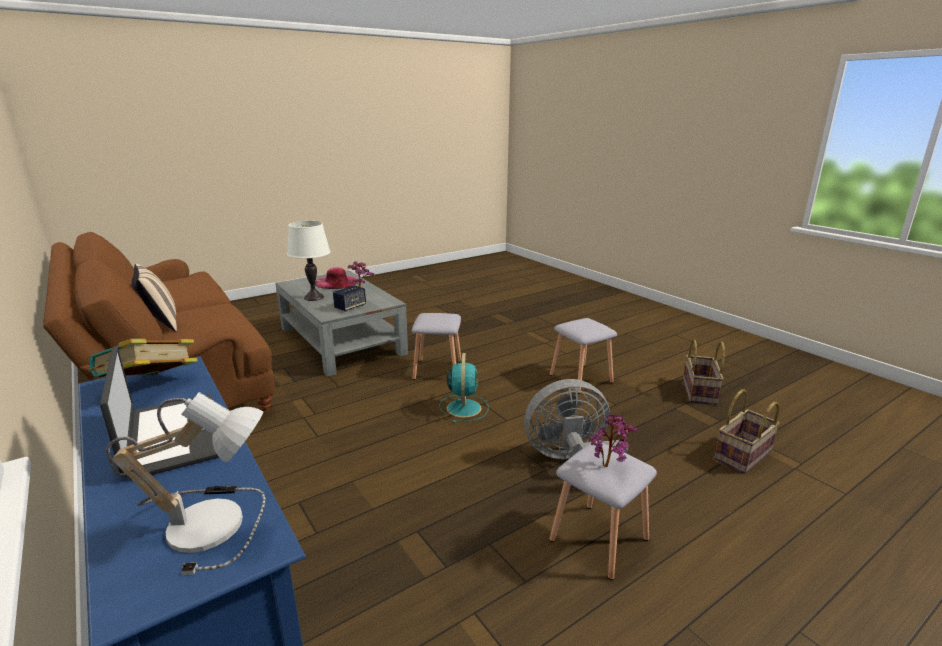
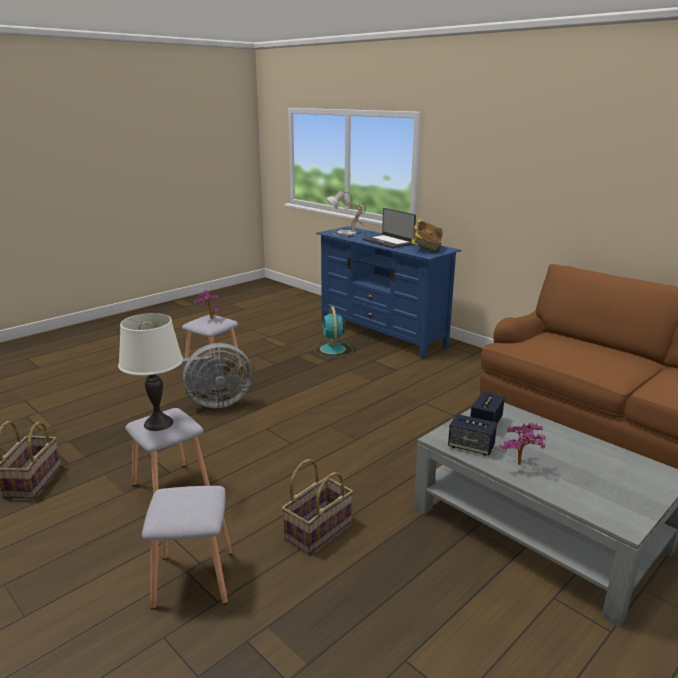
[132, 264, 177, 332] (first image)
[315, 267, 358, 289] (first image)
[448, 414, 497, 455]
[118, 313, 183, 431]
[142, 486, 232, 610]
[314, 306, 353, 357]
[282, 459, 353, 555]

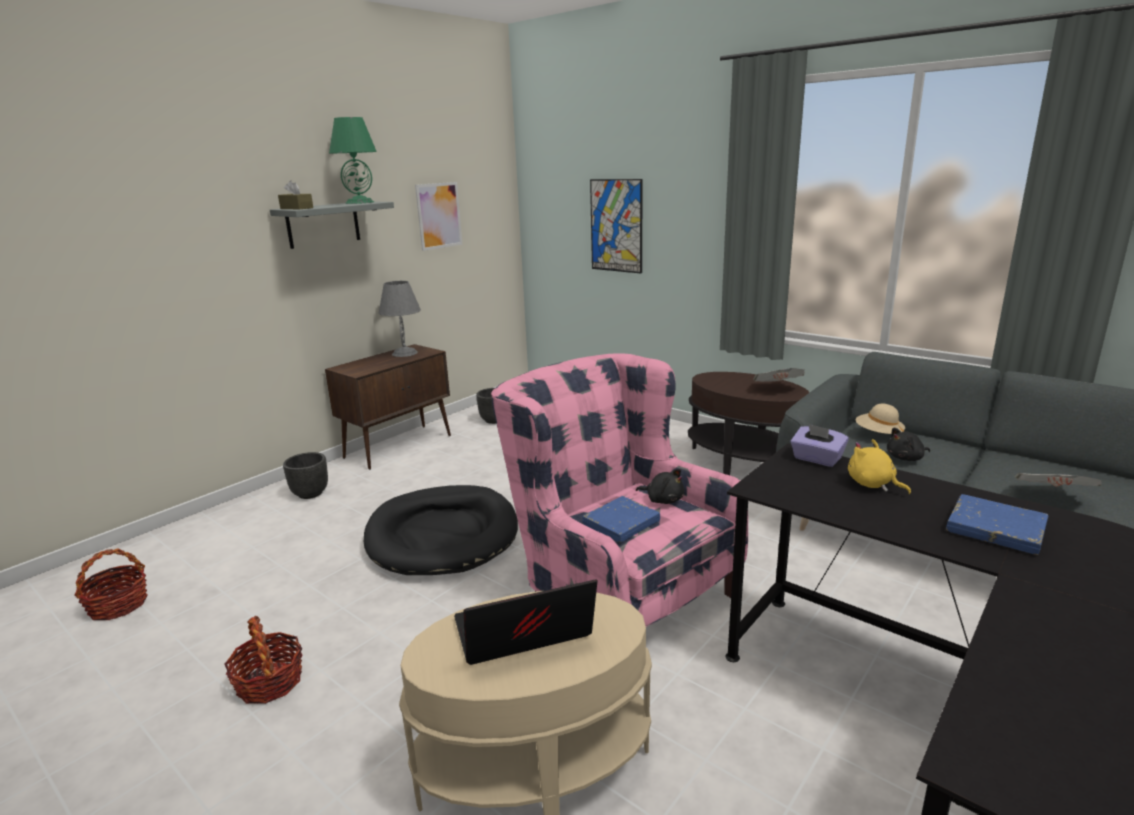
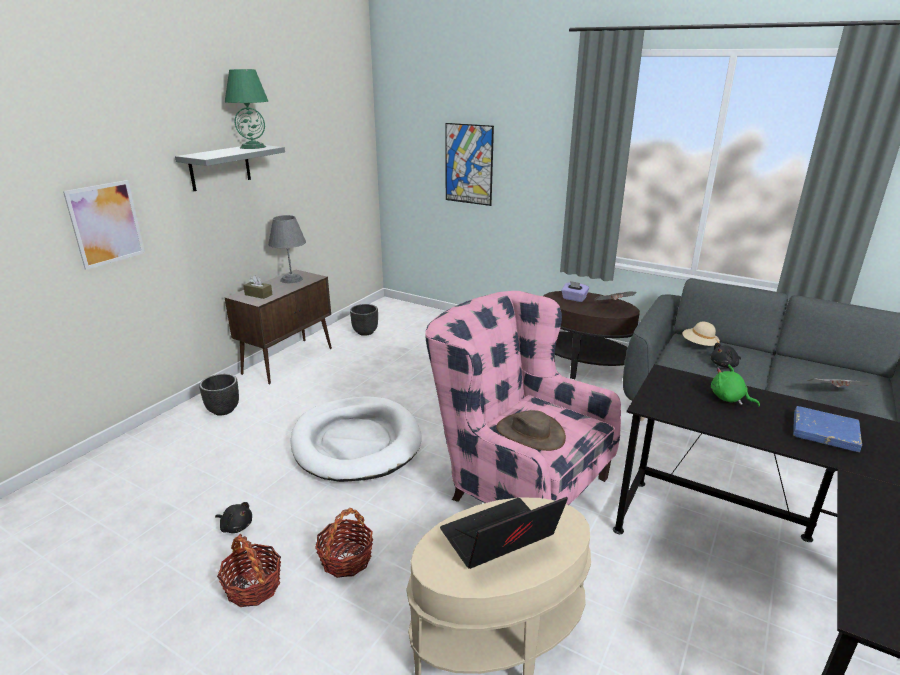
[315, 508, 373, 578]
[243, 275, 272, 299]
[63, 180, 145, 270]
[215, 502, 252, 533]
[561, 281, 589, 302]
[496, 410, 566, 451]
[290, 397, 422, 482]
[711, 365, 760, 407]

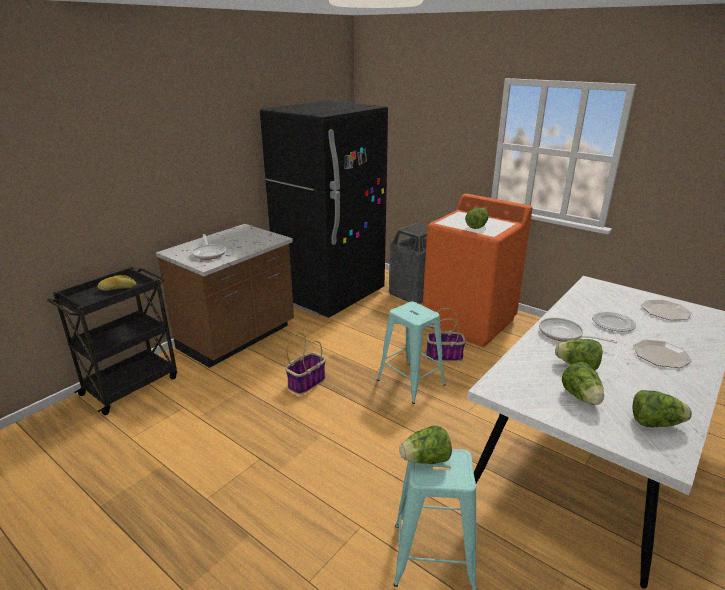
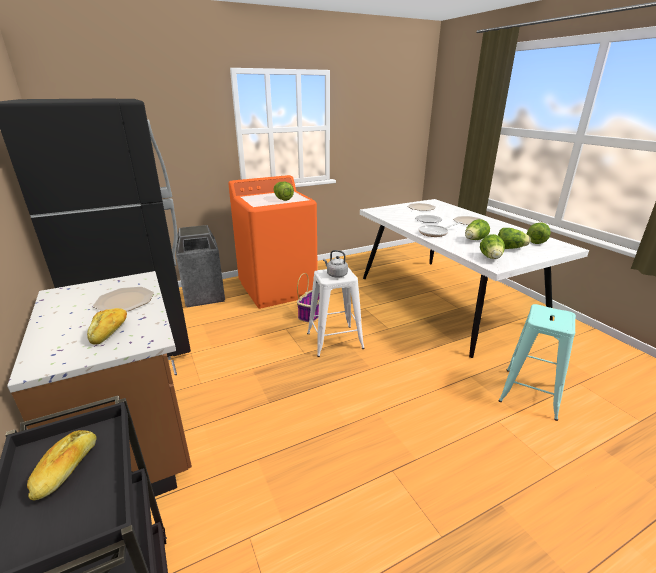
[285, 333, 326, 394] (first image)
[93, 287, 154, 312]
[323, 250, 348, 278]
[480, 234, 505, 259]
[87, 308, 127, 345]
[307, 268, 365, 357]

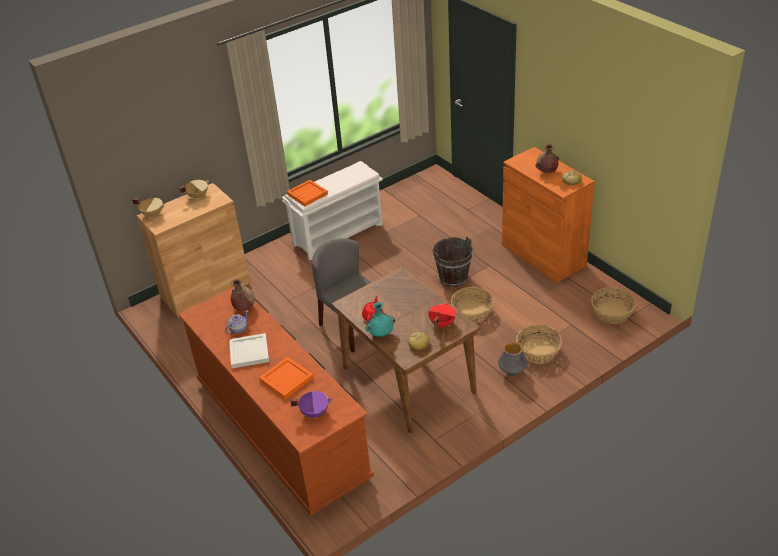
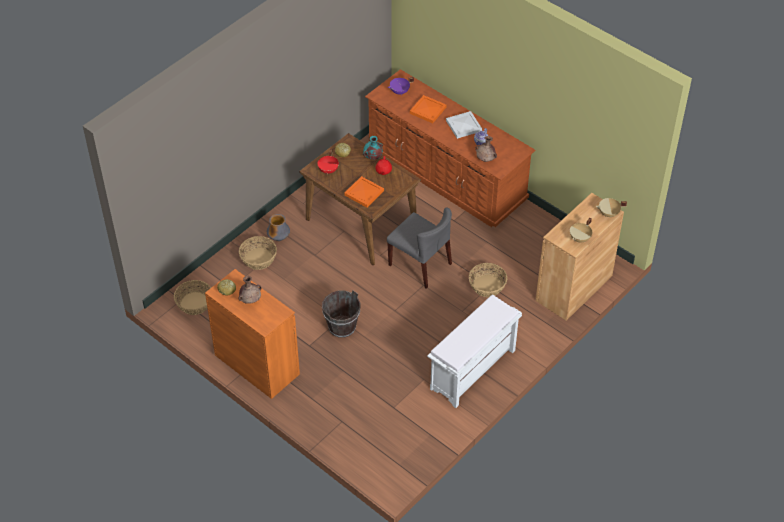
[344, 176, 384, 208]
[469, 263, 507, 297]

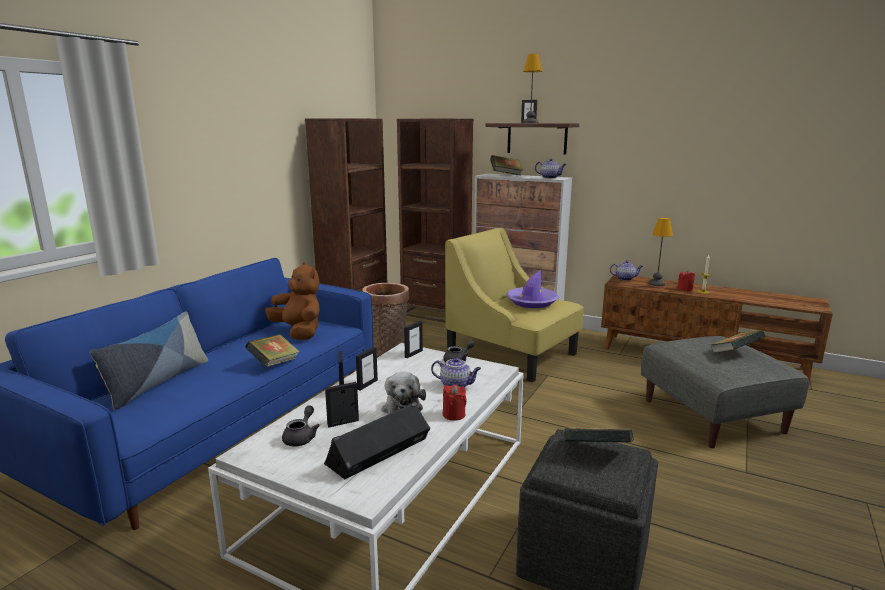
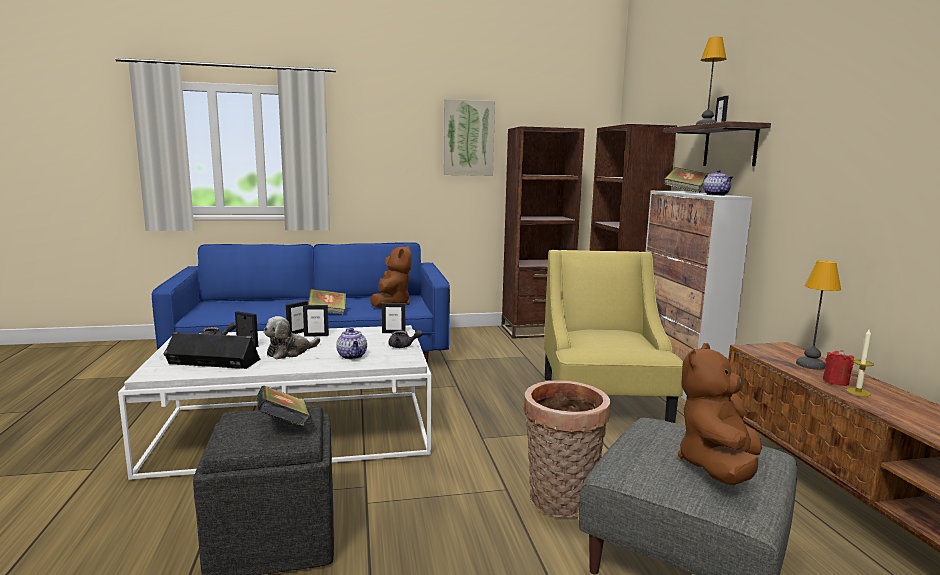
[90, 311, 208, 410] (first image)
[443, 385, 467, 421] (first image)
[506, 269, 559, 308] (first image)
[610, 260, 643, 281] (first image)
[444, 99, 495, 176]
[523, 380, 611, 518]
[678, 343, 762, 485]

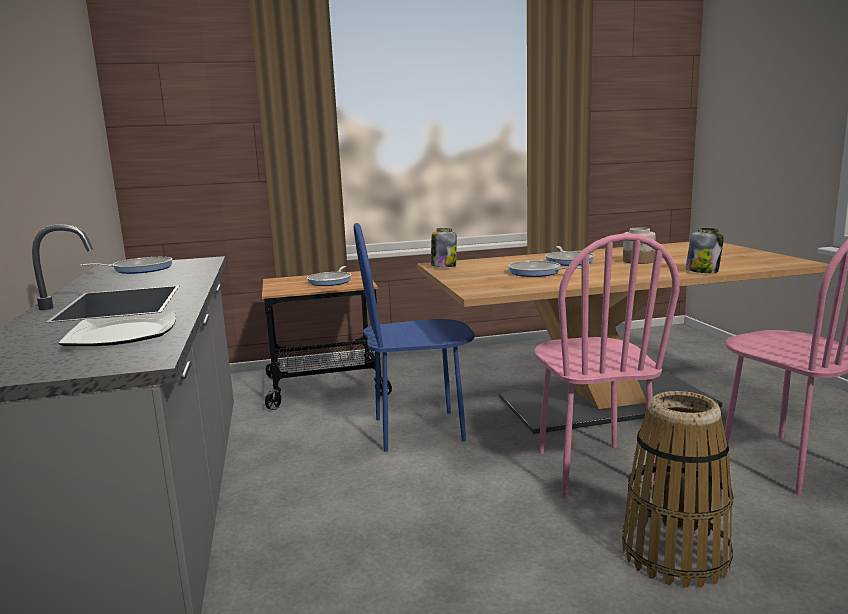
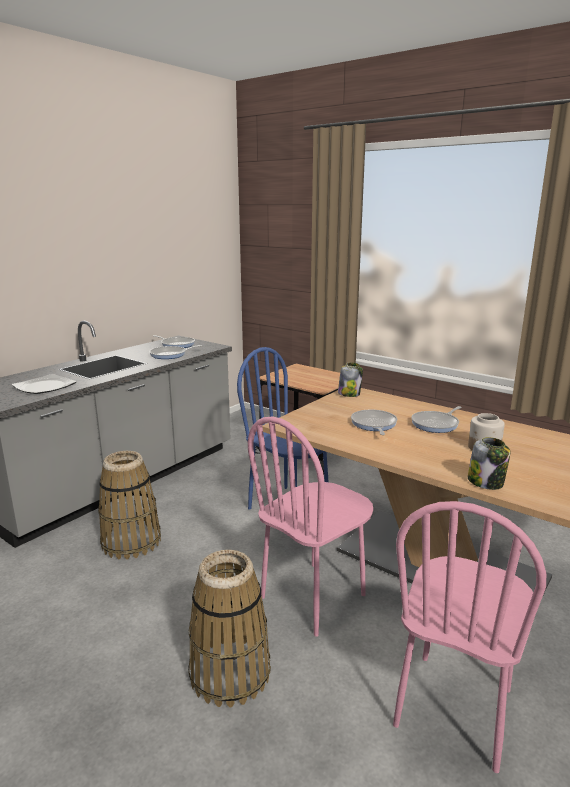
[98, 451, 161, 560]
[149, 345, 202, 359]

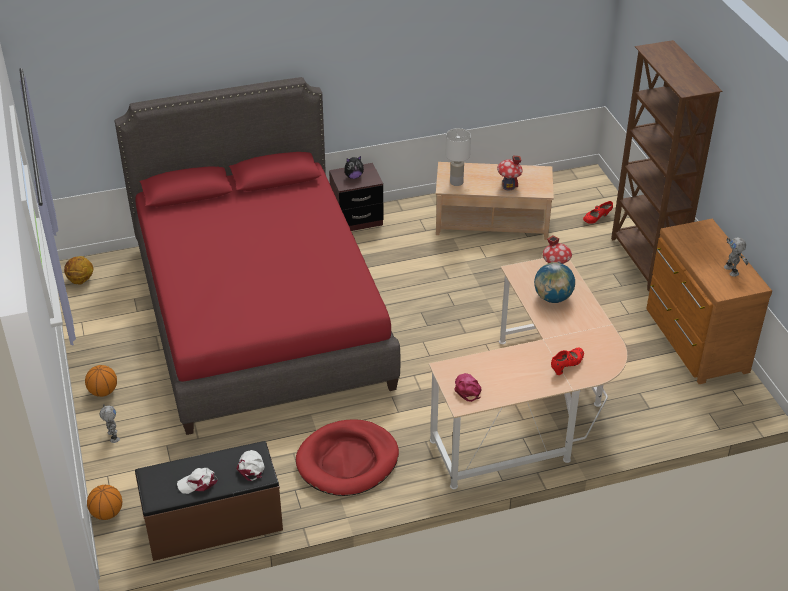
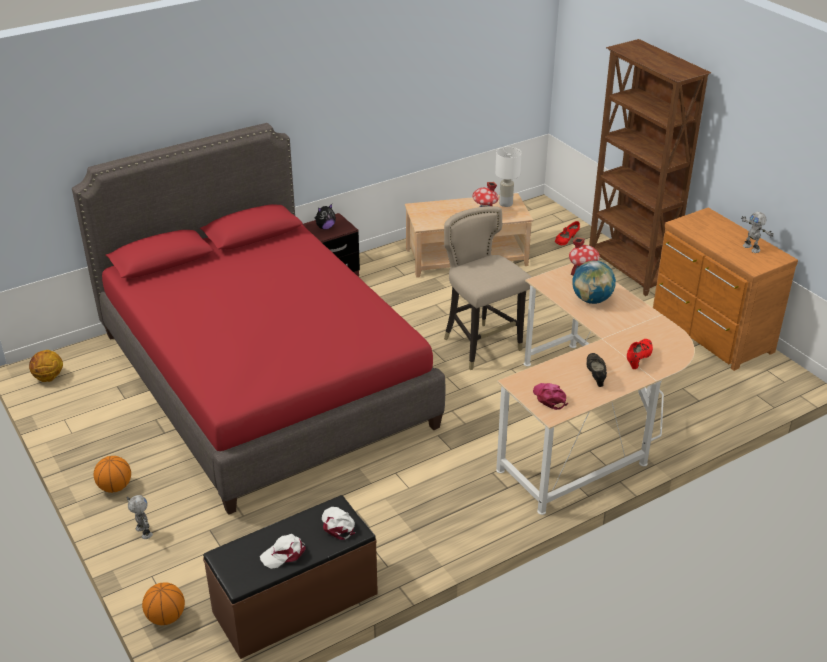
[296, 419, 399, 496] (first image)
[444, 206, 531, 370]
[586, 353, 607, 387]
[495, 147, 522, 207]

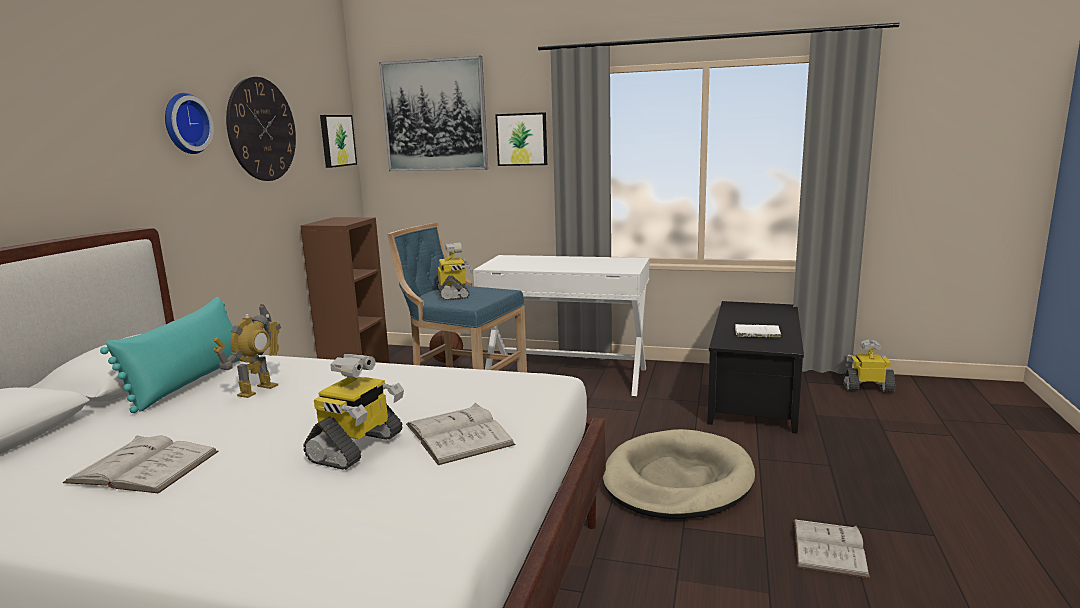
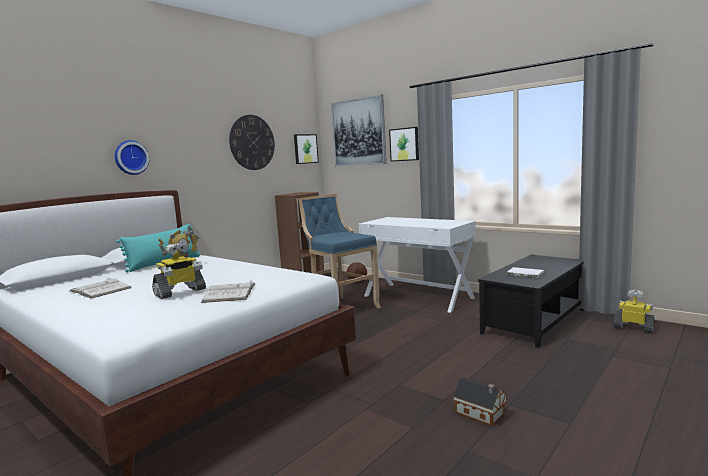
[436, 242, 474, 300] (first image)
[603, 429, 755, 519] (first image)
[115, 140, 149, 175]
[453, 377, 507, 426]

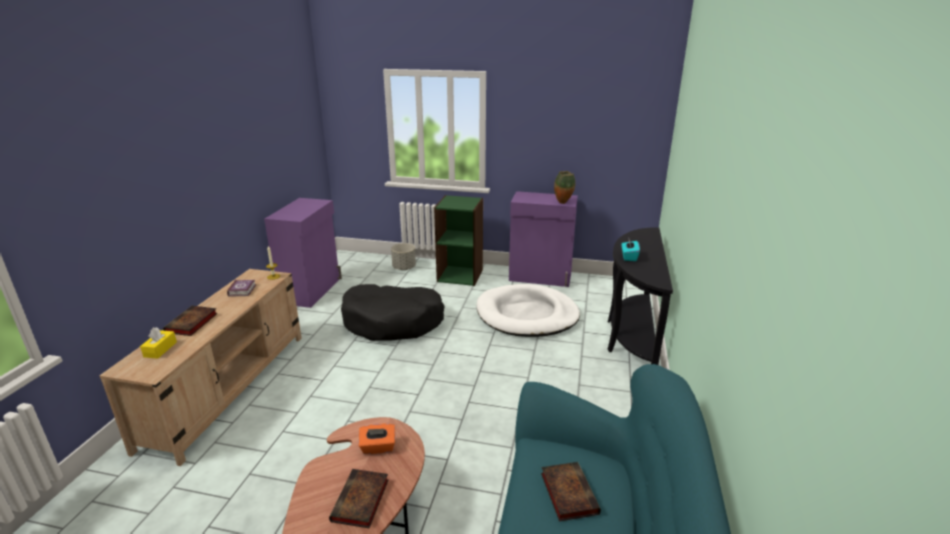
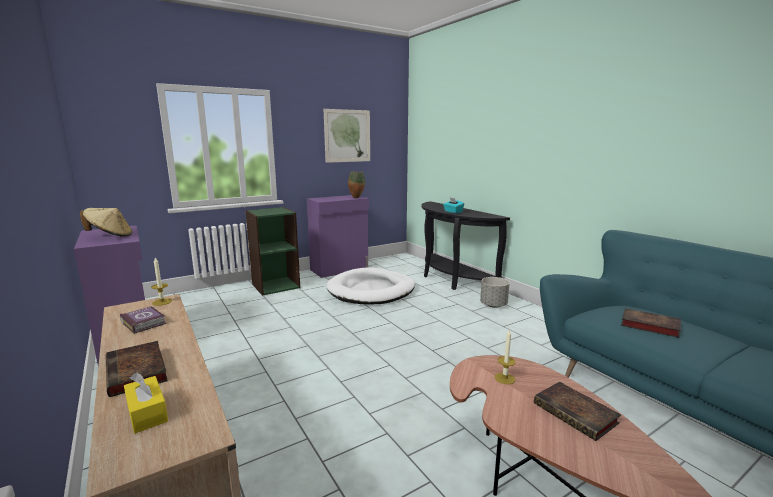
[341, 284, 445, 341] (first image)
[80, 208, 132, 237]
[324, 109, 370, 163]
[480, 277, 510, 308]
[495, 330, 516, 384]

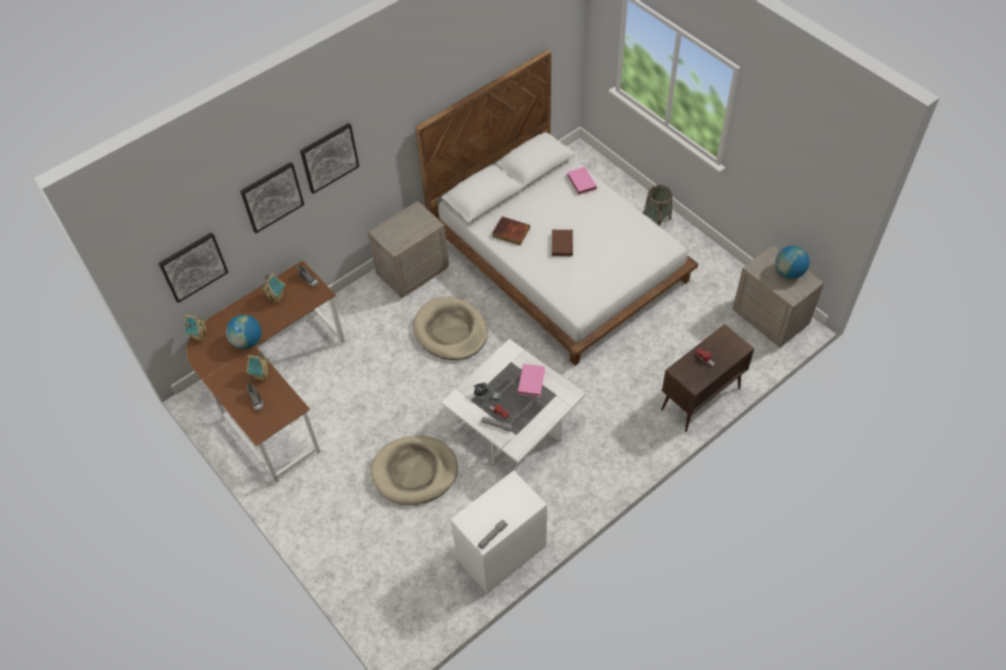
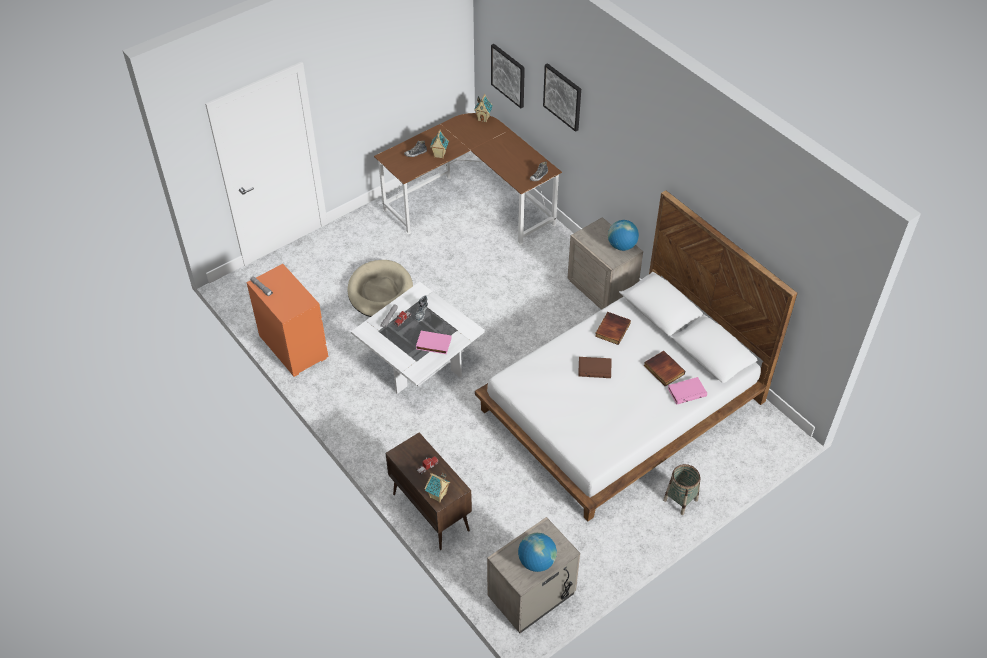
[300, 123, 359, 194] (first image)
[413, 296, 488, 360] (first image)
[644, 351, 685, 386]
[608, 220, 639, 251]
[425, 473, 450, 503]
[247, 264, 328, 377]

